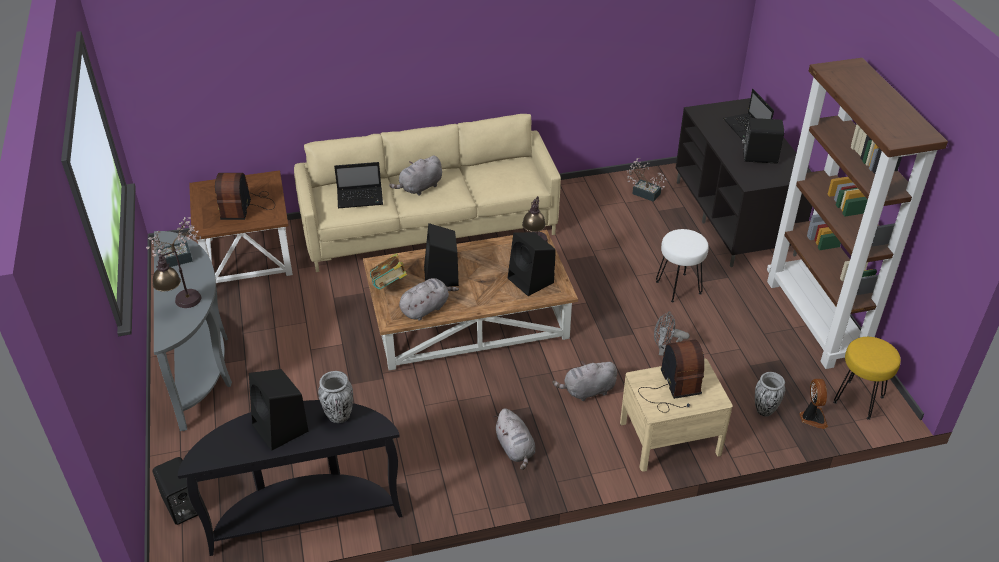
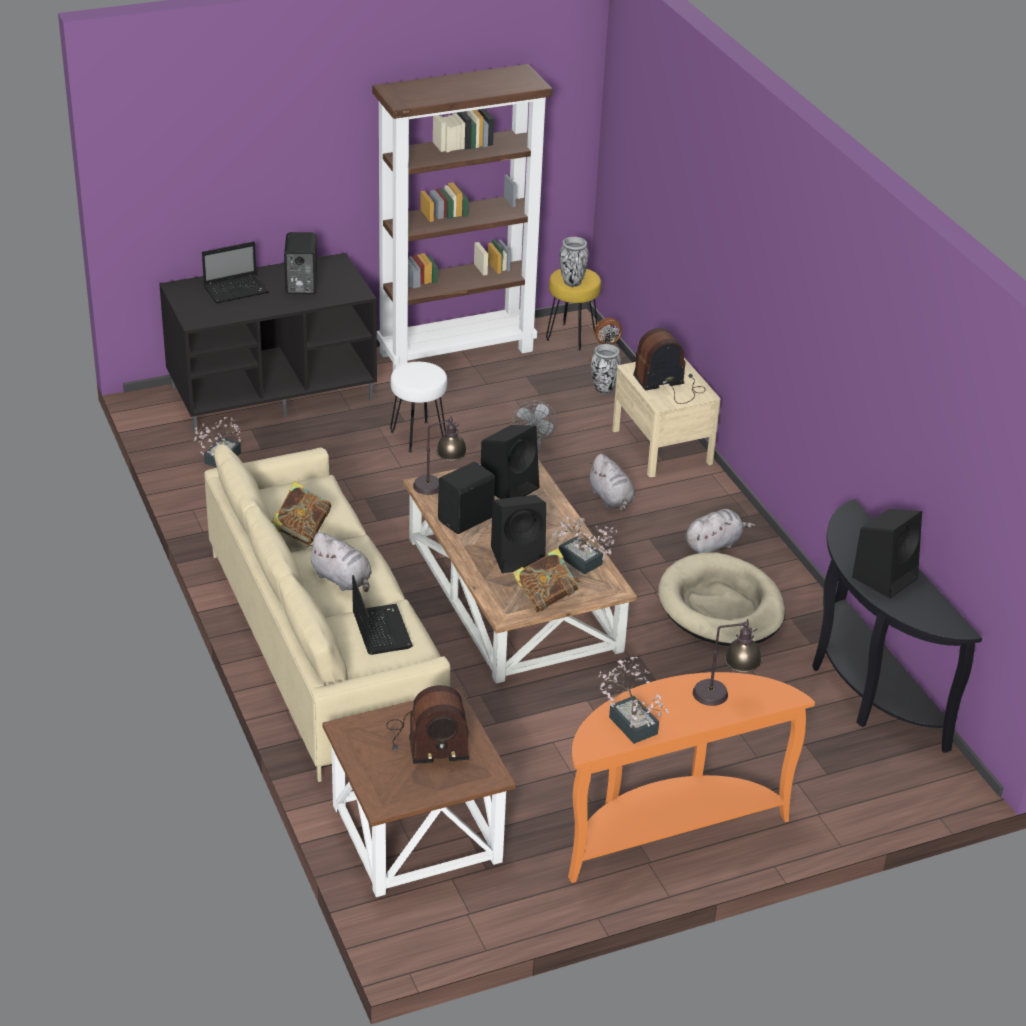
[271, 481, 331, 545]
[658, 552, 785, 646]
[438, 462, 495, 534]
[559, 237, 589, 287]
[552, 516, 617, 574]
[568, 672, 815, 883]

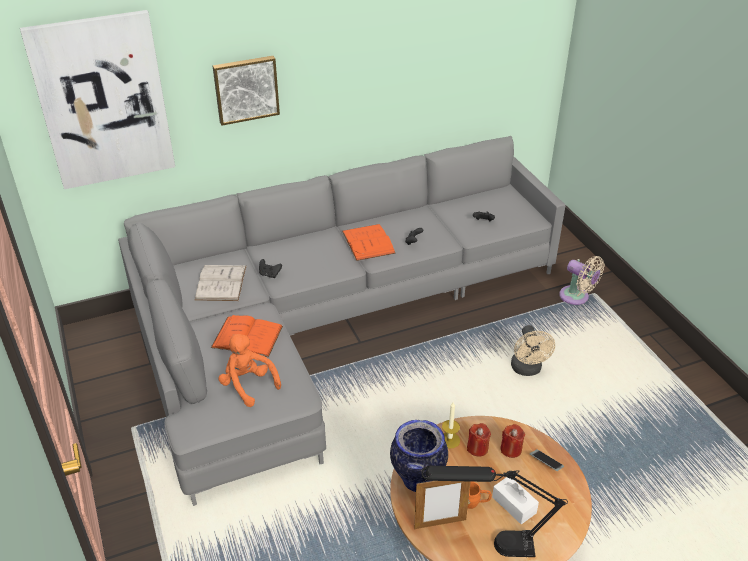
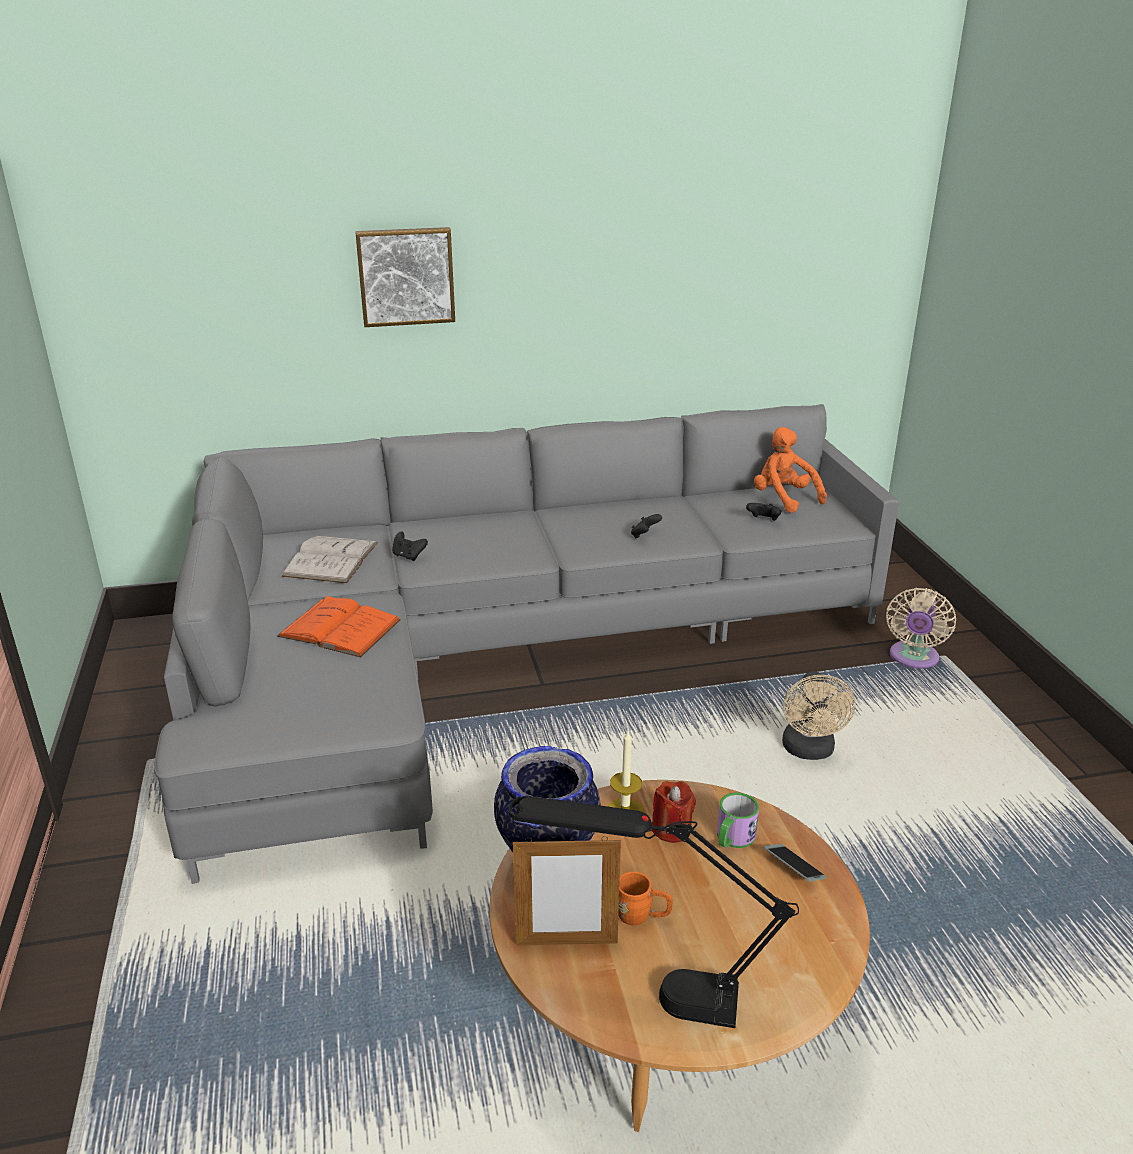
[20, 10, 175, 189] (first image)
[342, 224, 396, 261] (first image)
[492, 477, 539, 524] (first image)
[754, 427, 827, 513]
[717, 792, 759, 848]
[886, 588, 956, 668]

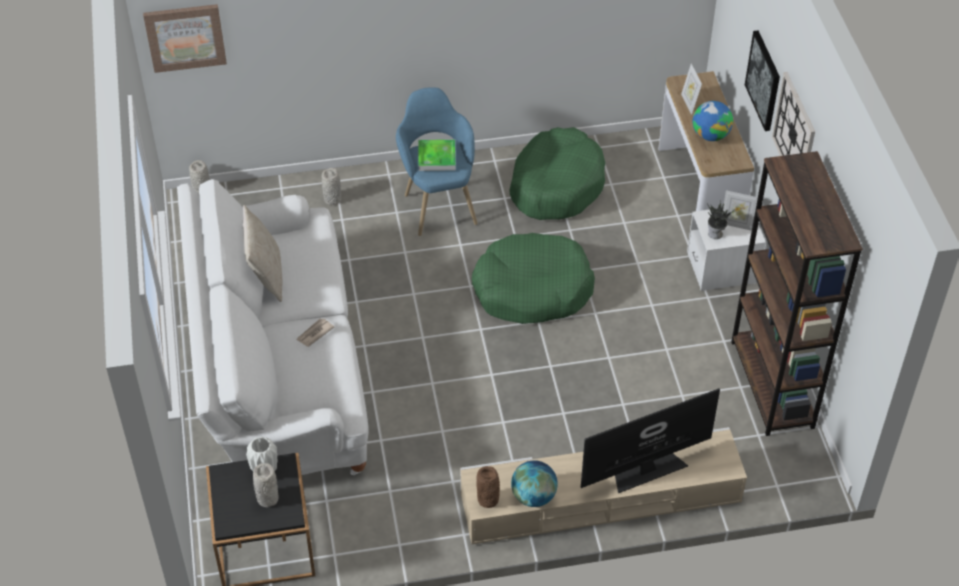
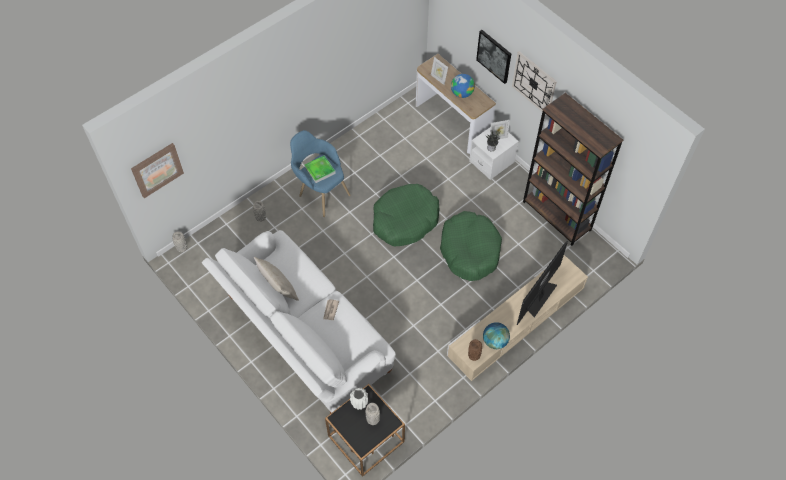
[440, 211, 502, 281]

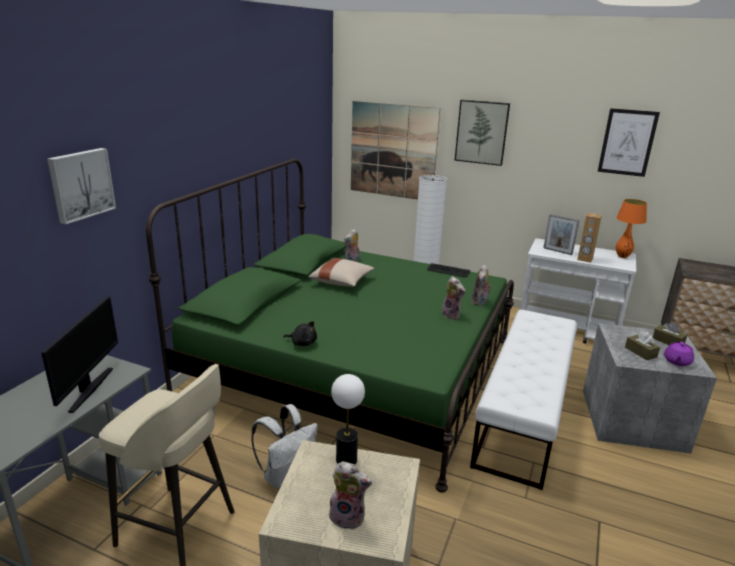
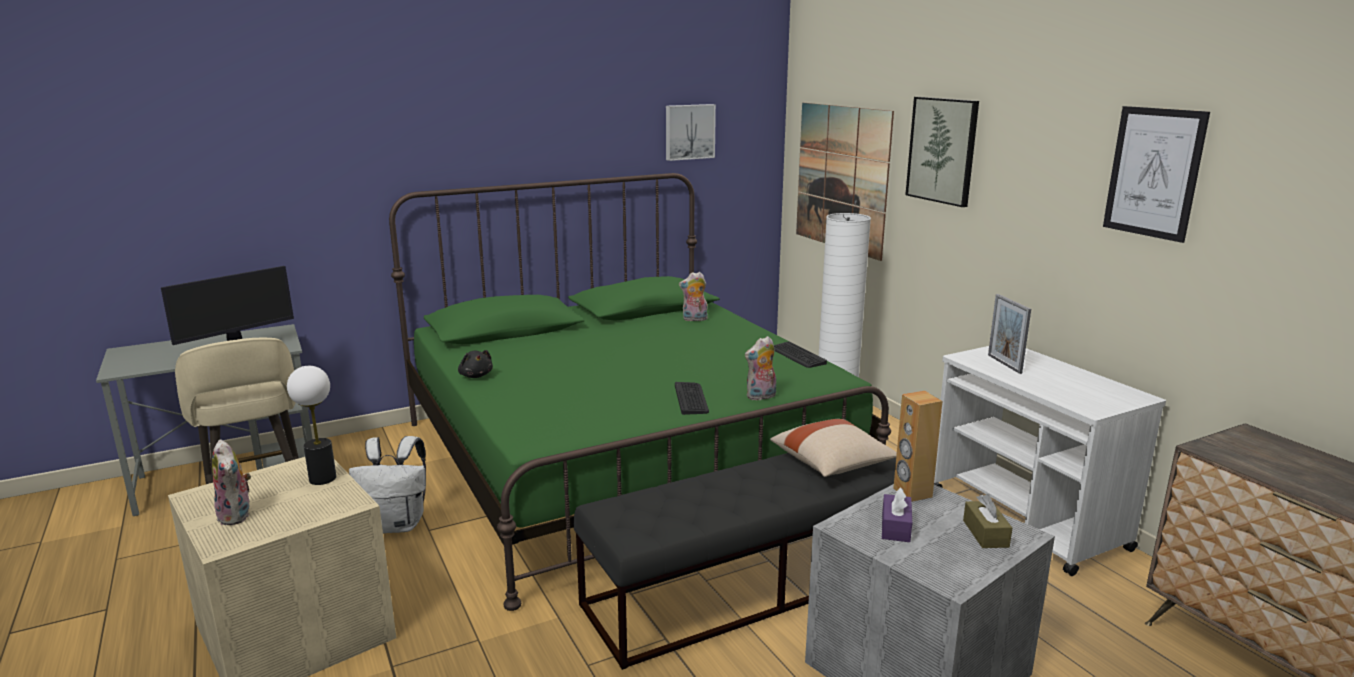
[616, 199, 647, 258] (first image)
[664, 341, 694, 366] (first image)
[666, 104, 716, 161]
[770, 419, 897, 477]
[893, 391, 942, 502]
[675, 382, 709, 415]
[574, 453, 896, 670]
[882, 488, 912, 542]

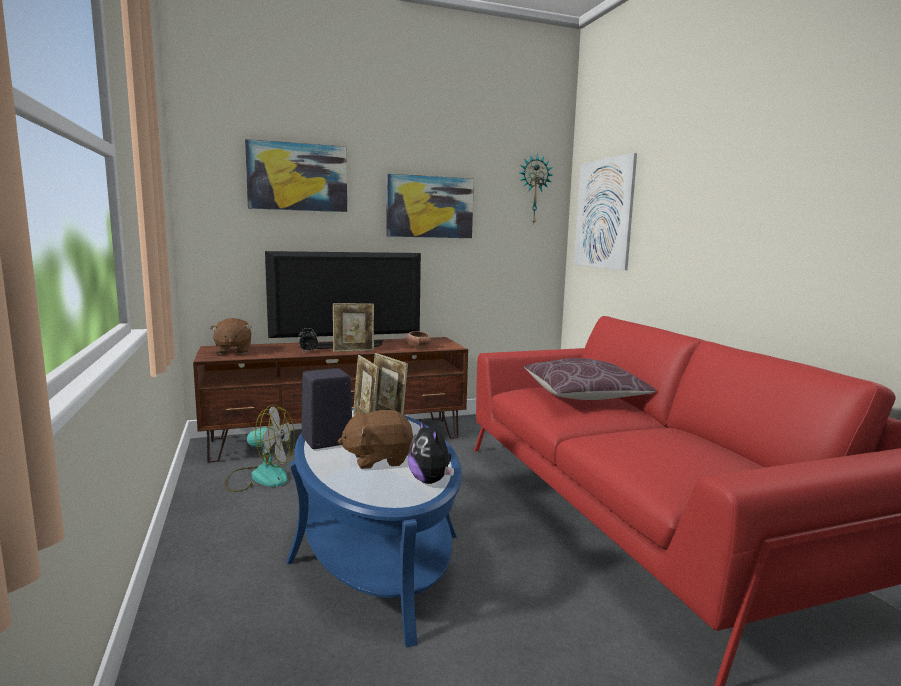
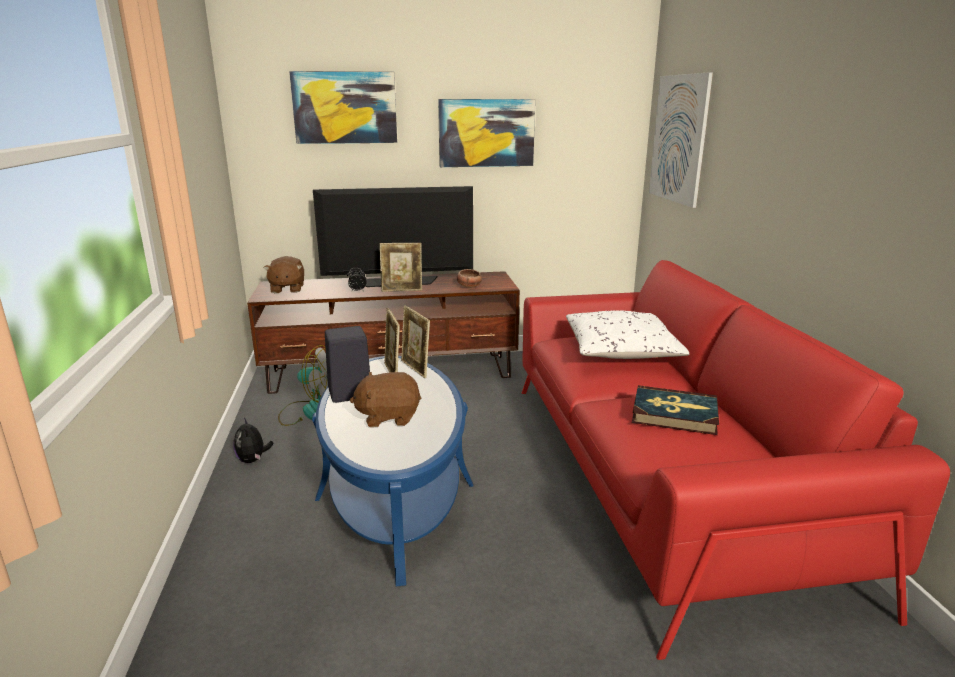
[520, 154, 553, 225] (first image)
[632, 385, 719, 435]
[234, 417, 273, 463]
[566, 311, 689, 359]

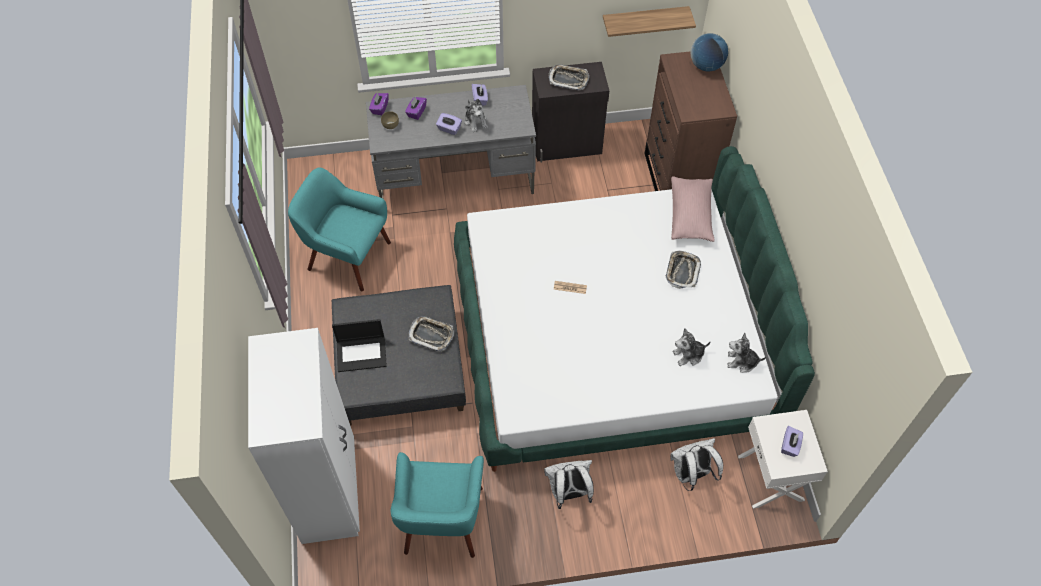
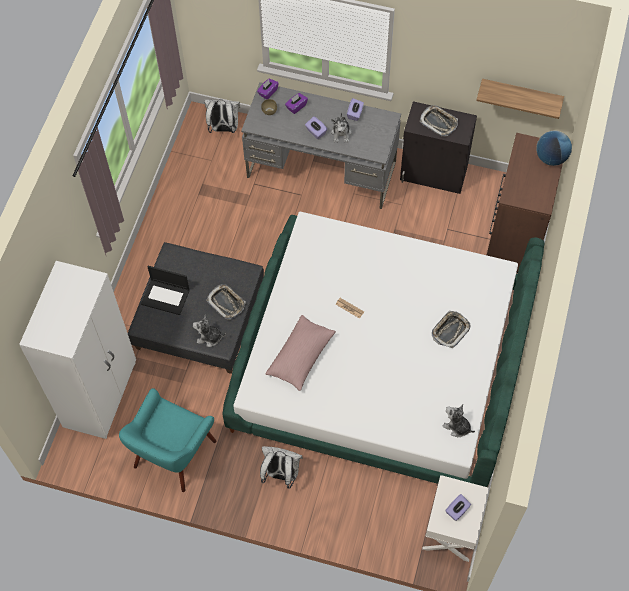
[288, 167, 391, 291] (first image)
[204, 99, 240, 133]
[265, 315, 336, 391]
[193, 315, 226, 347]

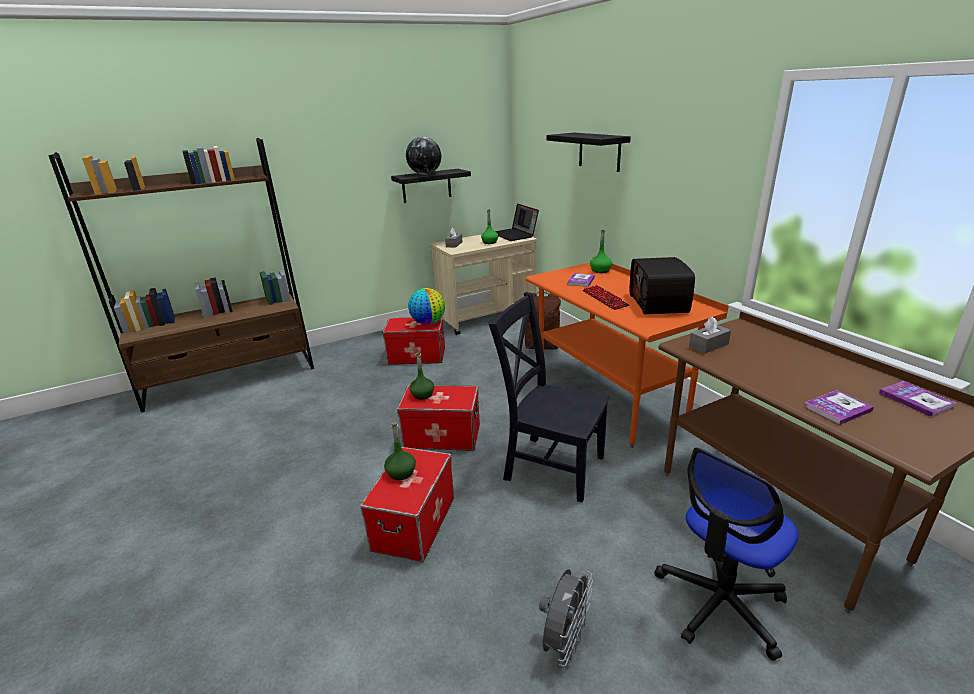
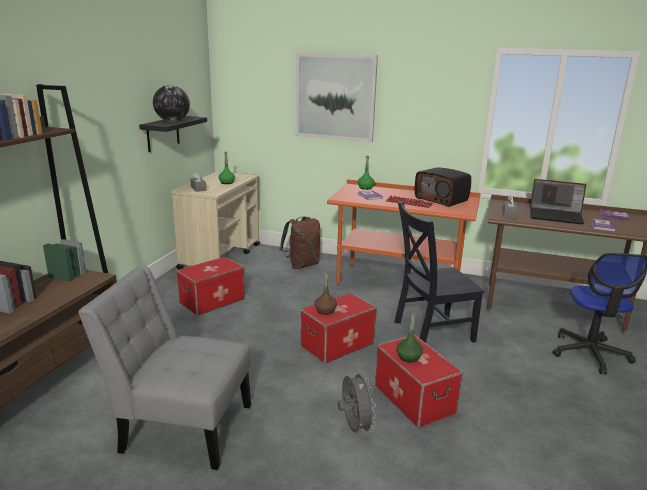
[408, 288, 445, 325] (first image)
[78, 266, 251, 470]
[530, 179, 586, 224]
[338, 370, 377, 434]
[296, 53, 378, 142]
[315, 271, 337, 315]

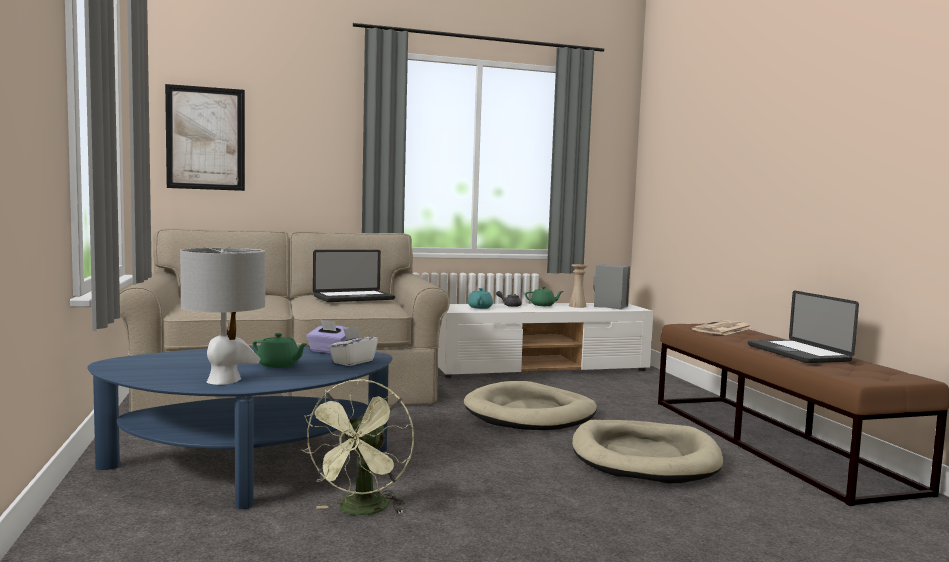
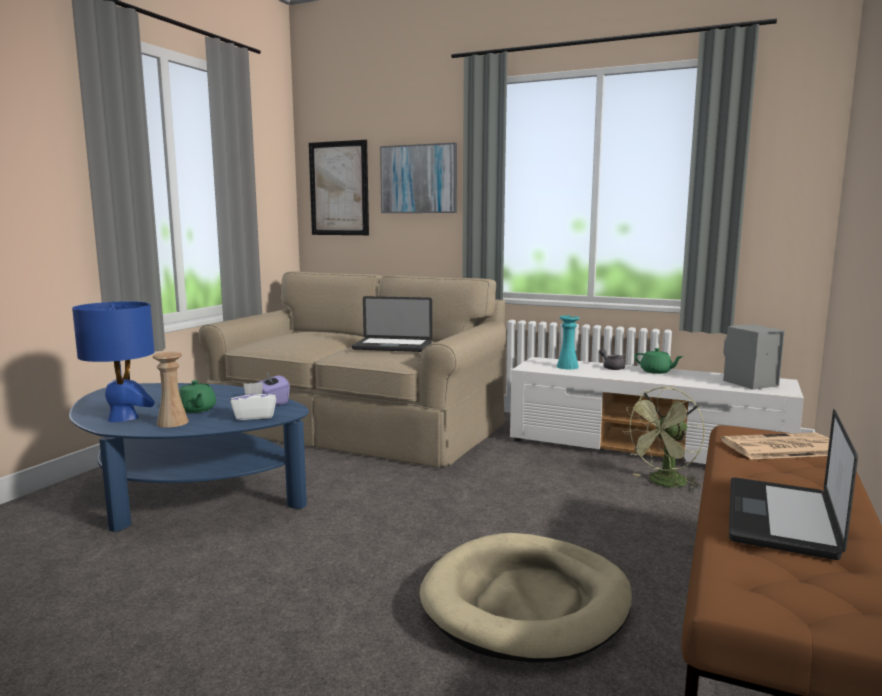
[464, 381, 597, 430] (first image)
[380, 143, 457, 213]
[622, 387, 705, 492]
[152, 352, 189, 428]
[557, 316, 580, 369]
[72, 301, 155, 422]

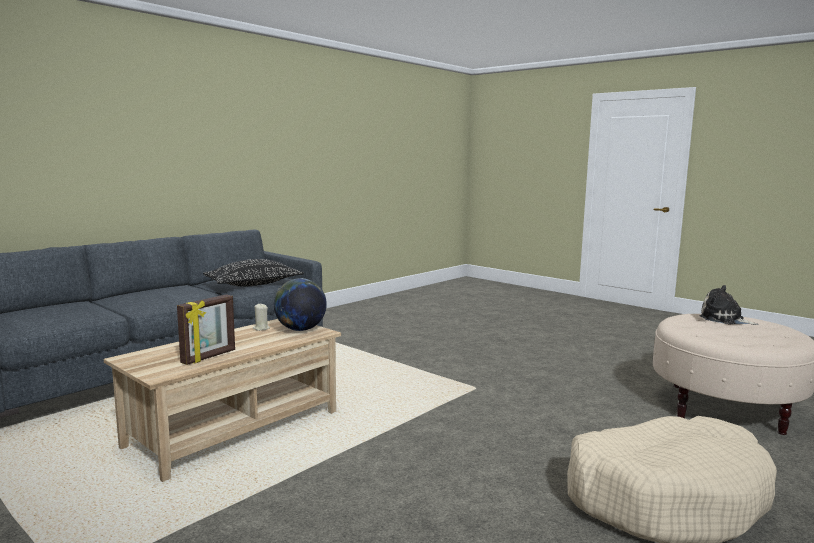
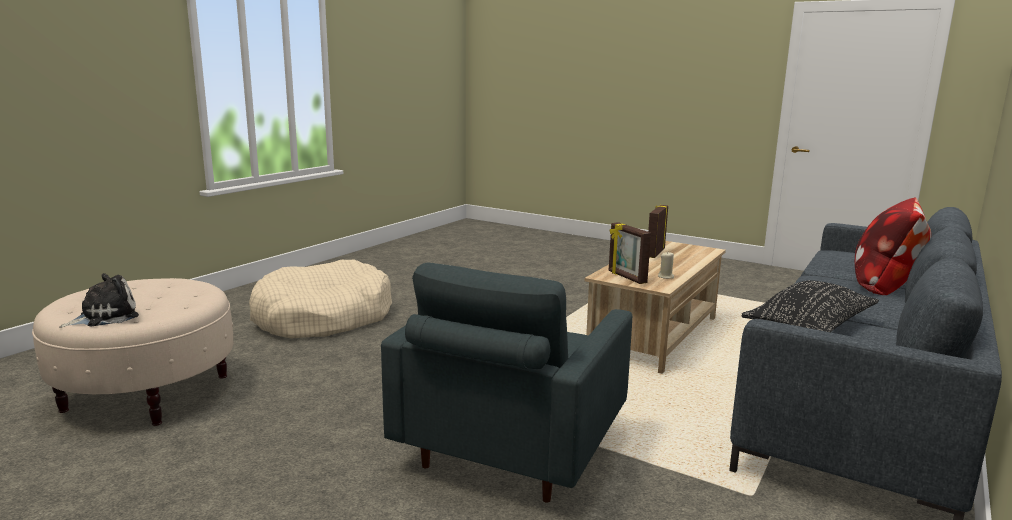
[381, 262, 632, 503]
[855, 197, 931, 295]
[609, 222, 651, 284]
[60, 273, 139, 328]

